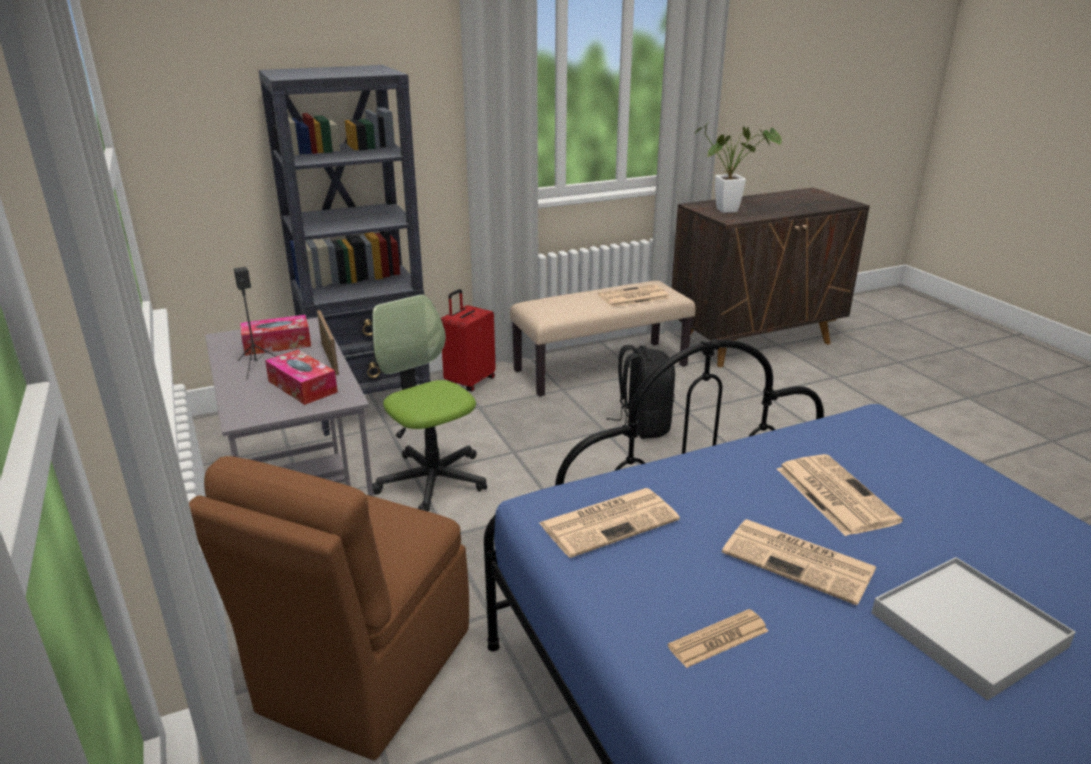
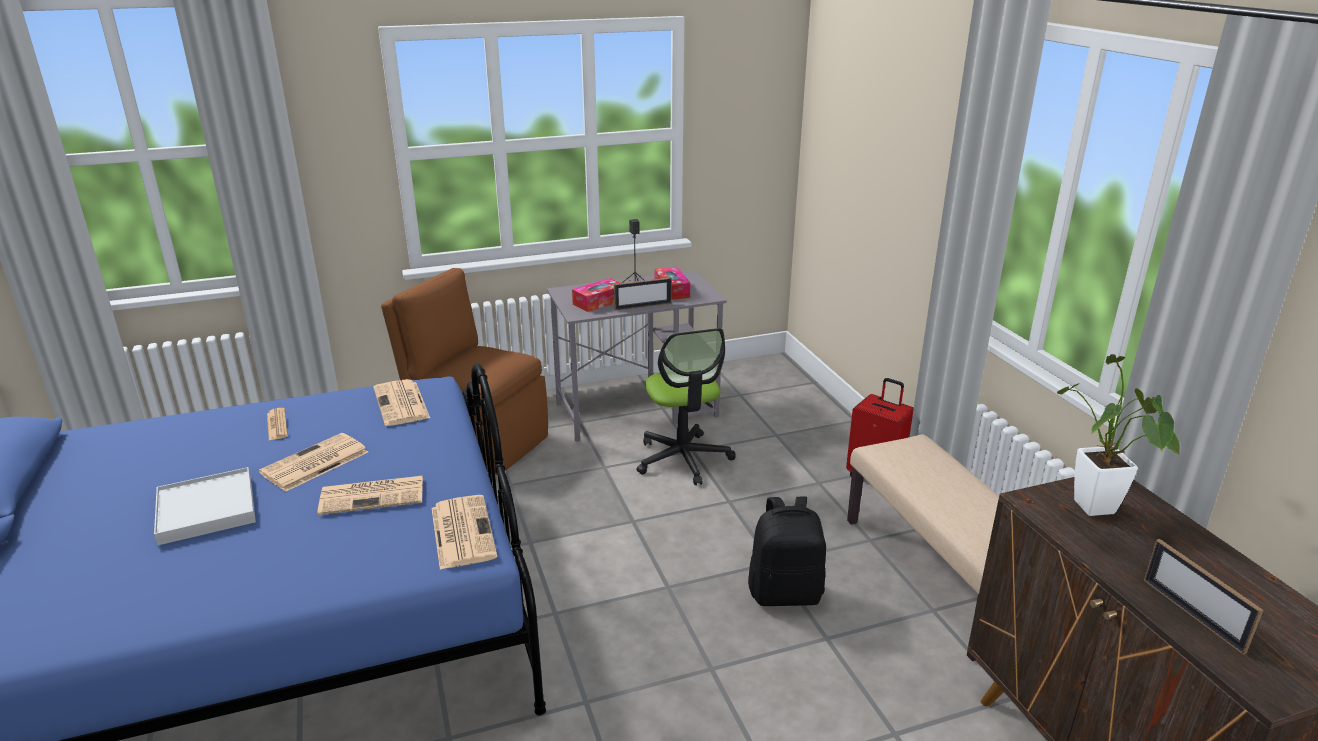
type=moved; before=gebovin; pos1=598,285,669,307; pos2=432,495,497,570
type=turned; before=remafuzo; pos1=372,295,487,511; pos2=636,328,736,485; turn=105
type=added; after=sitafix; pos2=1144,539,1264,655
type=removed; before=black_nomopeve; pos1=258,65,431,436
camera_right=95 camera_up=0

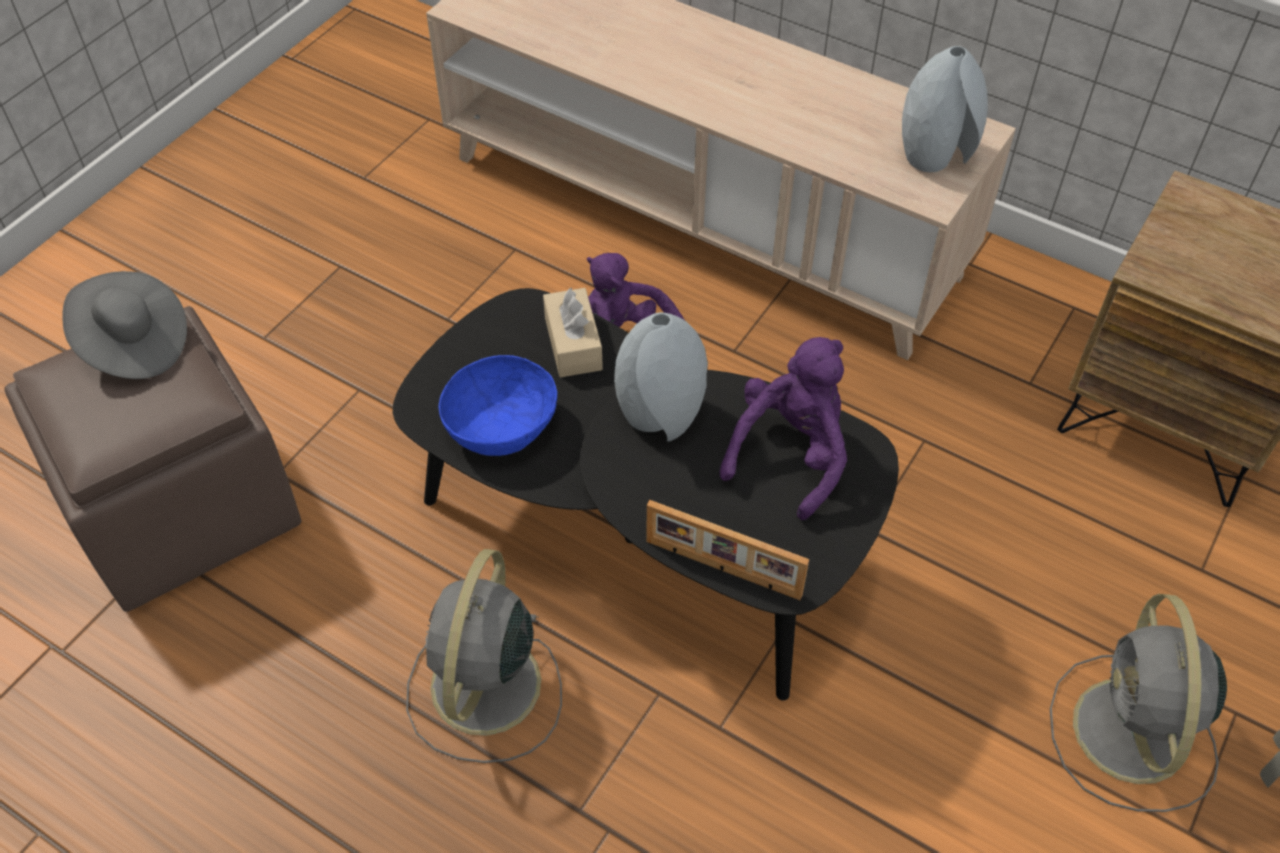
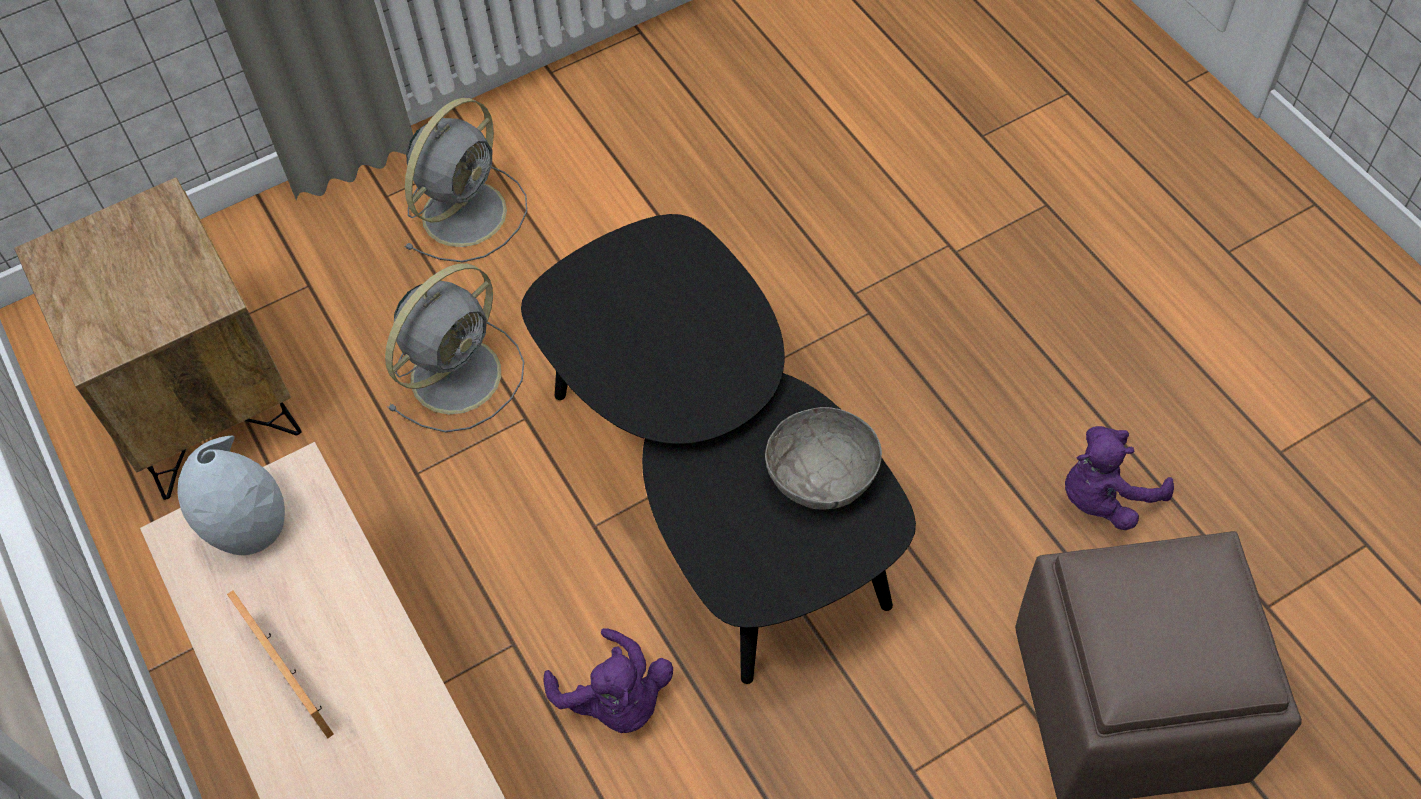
type=moved; before=sitafix; pos1=646,500,809,600; pos2=227,590,334,738
type=moved; before=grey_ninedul; pos1=406,549,562,763; pos2=385,263,524,432
type=recoloured; before=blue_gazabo; after=grey_gazabo; pos1=438,355,557,456; pos2=765,407,882,510
type=moved; before=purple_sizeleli; pos1=720,337,847,520; pos2=1065,426,1174,530
type=removed; before=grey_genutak; pos1=62,271,187,379
type=removed; before=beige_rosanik; pos1=543,288,603,377
type=removed; before=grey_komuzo; pos1=614,312,708,442
camera_right=-150 camera_up=5

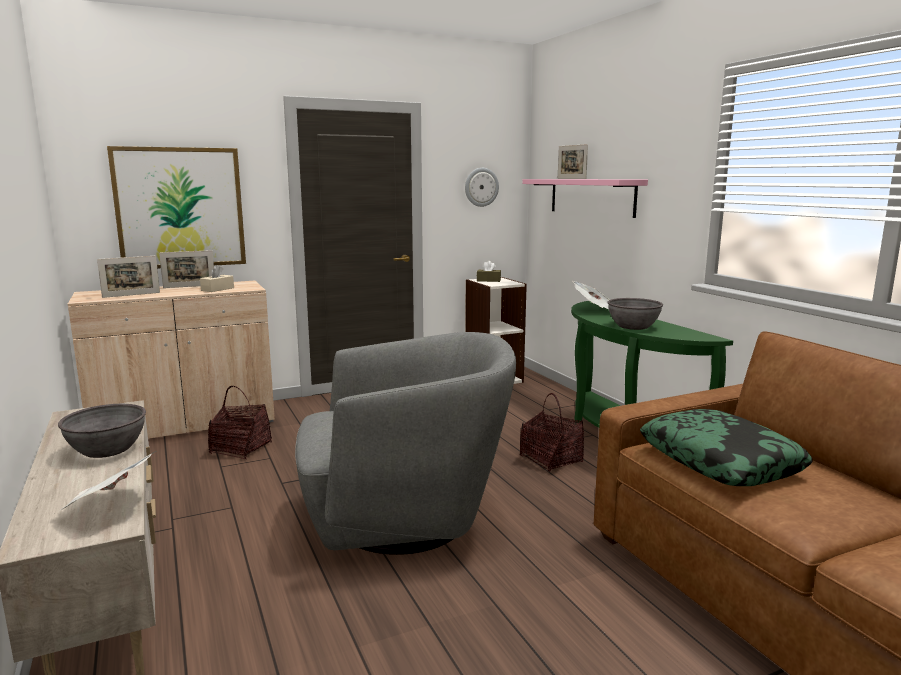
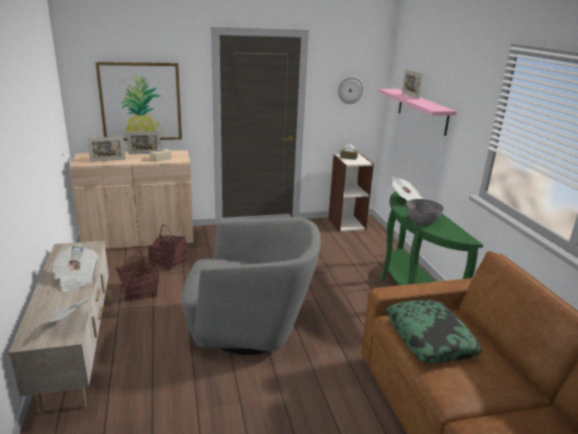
type=replaced; before=grey_gazabo; after=gebovin; pos1=58,404,146,458; pos2=52,245,99,292
type=moved; before=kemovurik; pos1=520,393,584,472; pos2=116,250,159,302
camera_right=10 camera_up=10

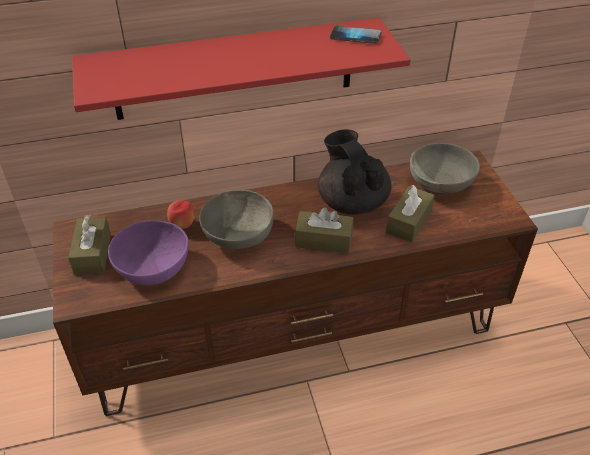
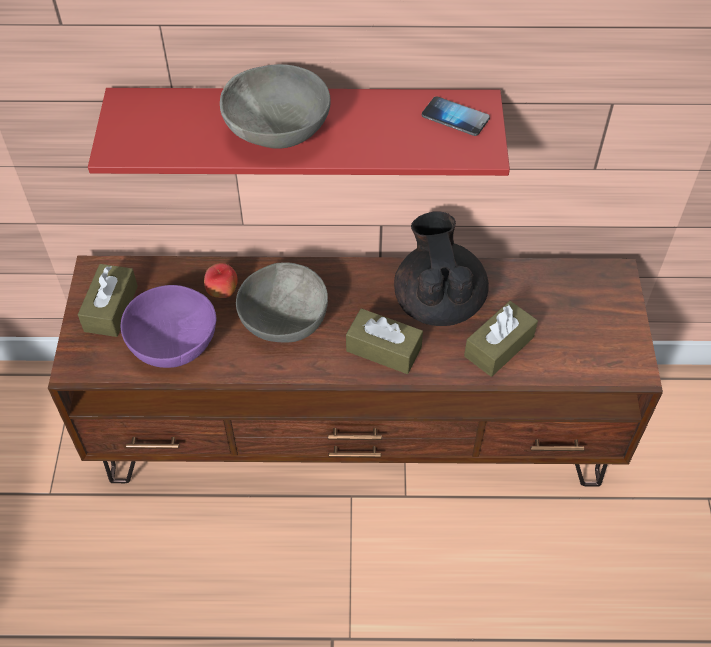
type=moved; before=grey_gazabo; pos1=410,143,480,193; pos2=220,64,331,148
camera_right=15 camera_up=10

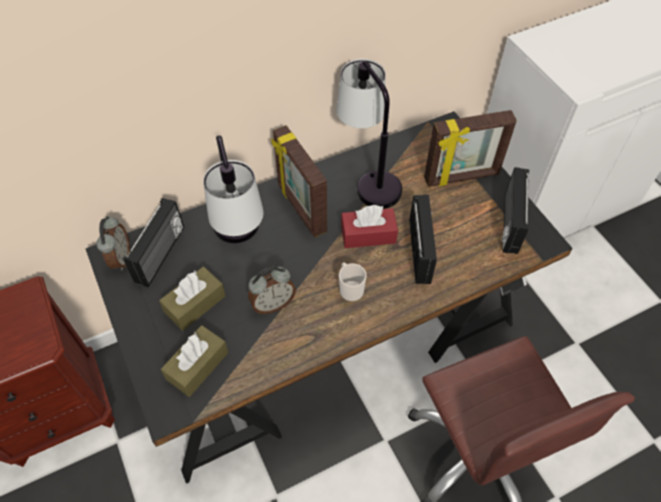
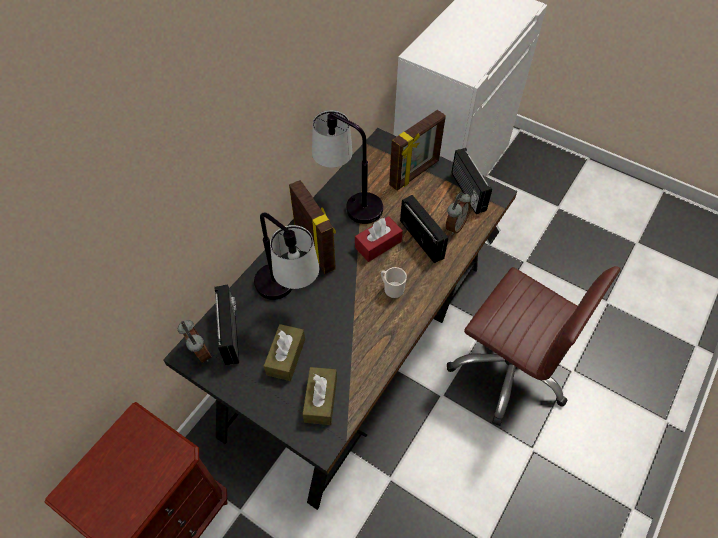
type=turned; before=sitafix; pos1=271,125,327,237; pos2=289,180,336,274; turn=-150
type=moved; before=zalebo; pos1=248,267,296,314; pos2=446,192,471,235
camera_right=-30 camera_up=0

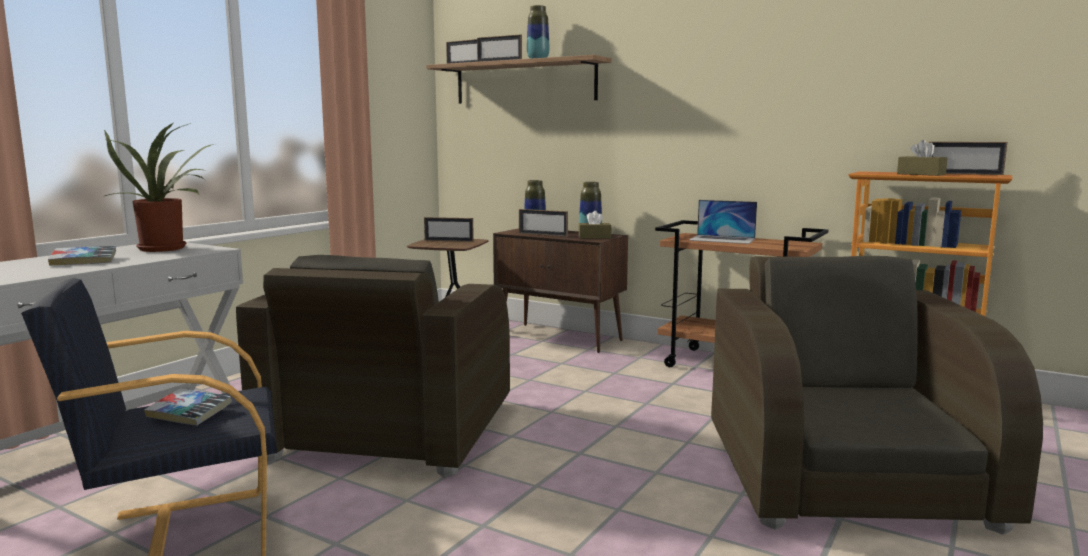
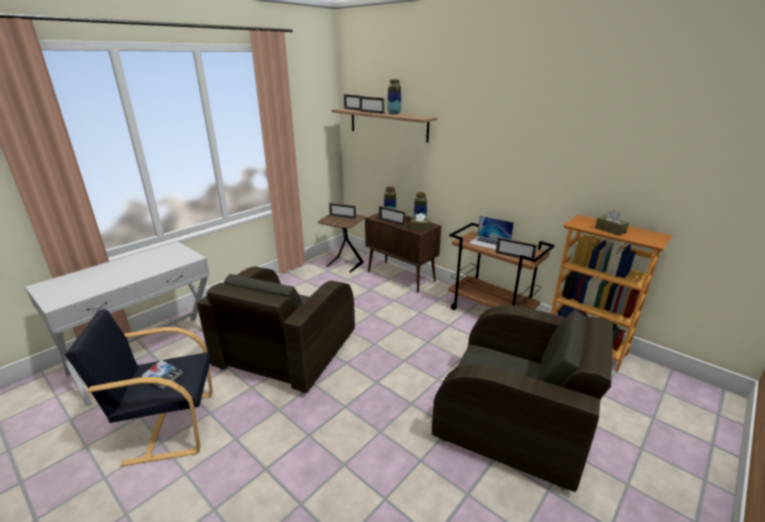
type=turned; before=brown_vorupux; pos1=711,256,1043,535; pos2=432,305,613,492; turn=105
type=moved; before=sitafix; pos1=929,142,1007,175; pos2=496,237,537,261
type=removed; before=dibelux; pos1=48,246,116,266
type=removed; before=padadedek; pos1=102,123,214,252
camera_right=10 camera_up=15

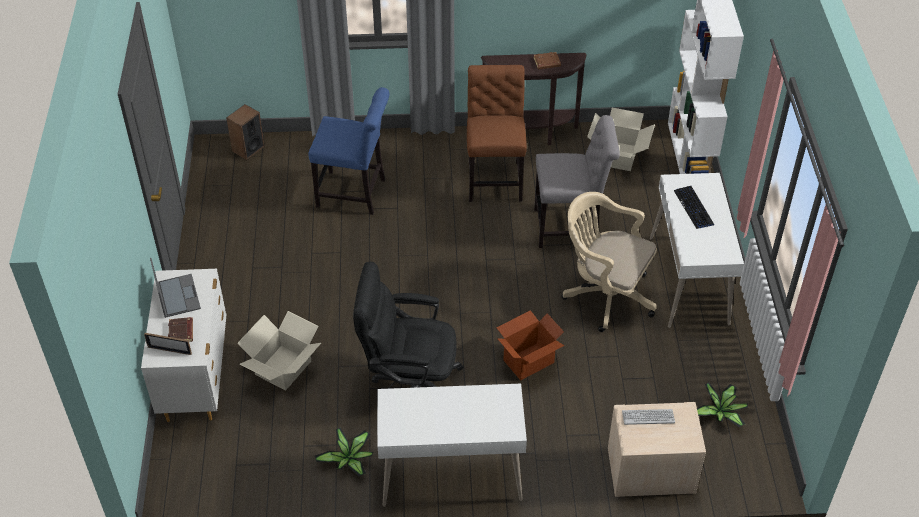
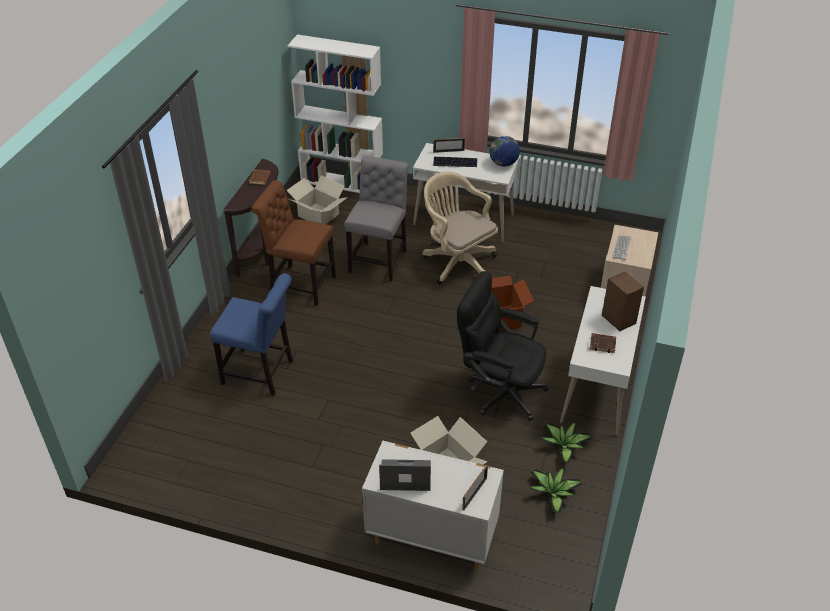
type=turned; before=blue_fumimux; pos1=308,87,389,215; pos2=210,273,293,396; turn=75
type=turned; before=beige_remafuzo; pos1=561,192,657,332; pos2=423,172,498,284; turn=90
type=added; after=sitafix; pos2=433,138,465,153
type=turned; before=black_remafuzo; pos1=353,262,464,389; pos2=457,271,549,421; turn=90
type=added; after=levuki; pos2=490,136,520,167
type=moved; before=padadedek; pos1=697,383,748,427; pos2=530,468,581,512
type=moved; before=brown_dibelux; pos1=168,317,193,342; pos2=590,333,616,353
type=moved; before=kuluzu; pos1=226,104,265,160; pos2=602,272,644,331
camera_right=-70 camera_up=-5

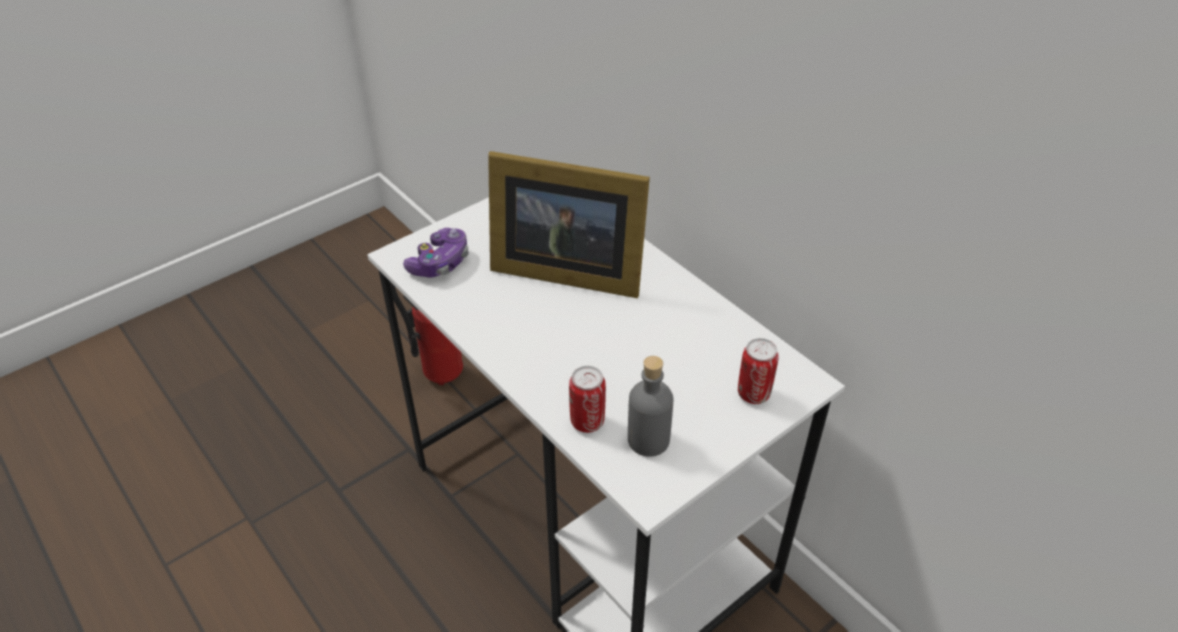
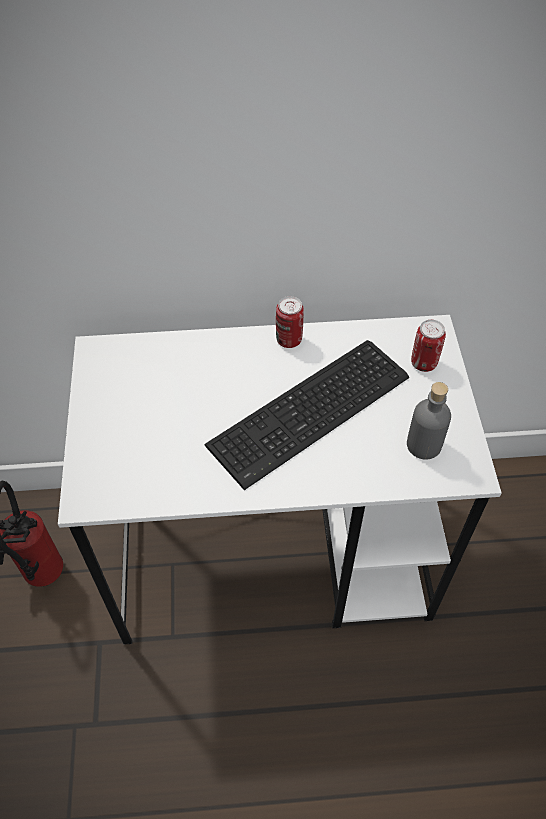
type=added; after=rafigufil; pos2=205,340,409,490
type=moved; before=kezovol; pos1=569,366,606,433; pos2=276,296,304,348
type=removed; before=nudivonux; pos1=403,228,469,278
type=removed; before=sitafix; pos1=488,151,650,298
camera_right=-55 camera_up=10

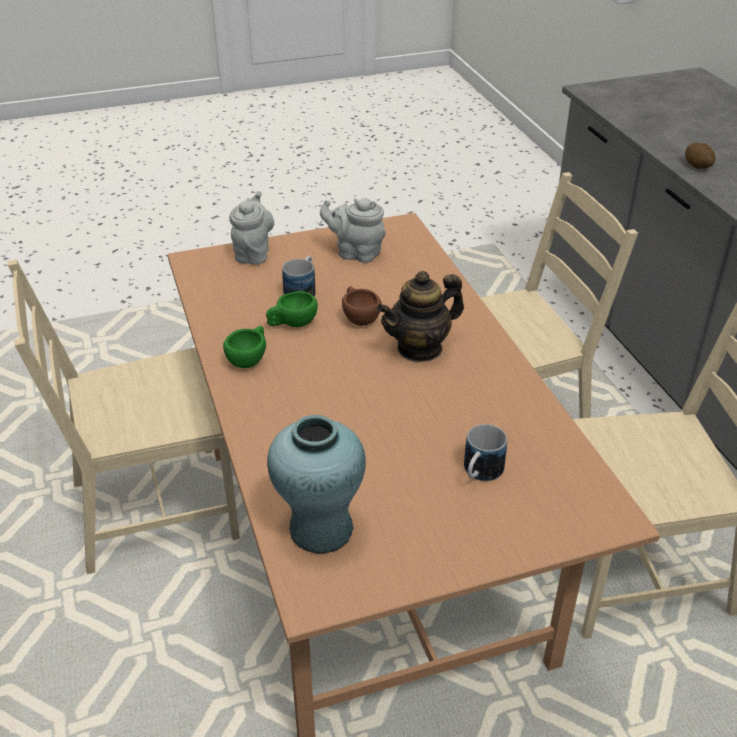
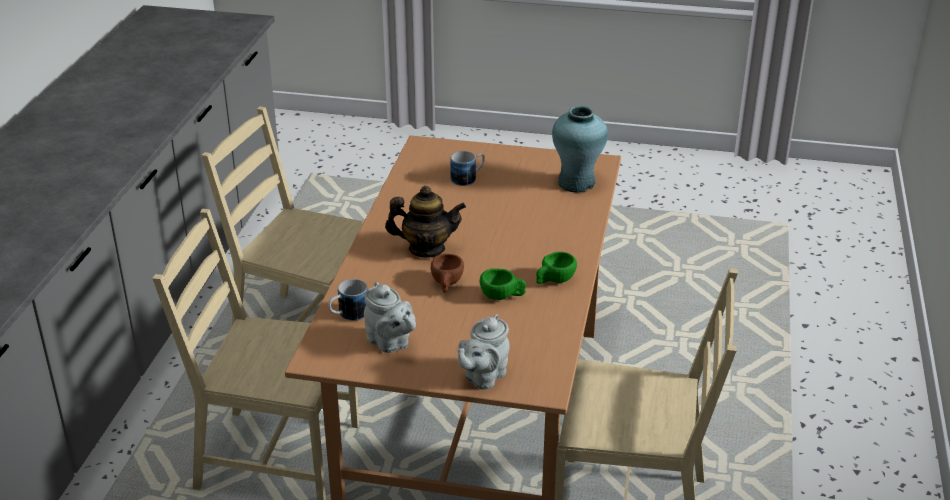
type=moved; before=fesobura; pos1=282,256,316,296; pos2=328,279,368,321
type=removed; before=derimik; pos1=685,143,715,169
camera_right=-150 camera_up=-5

